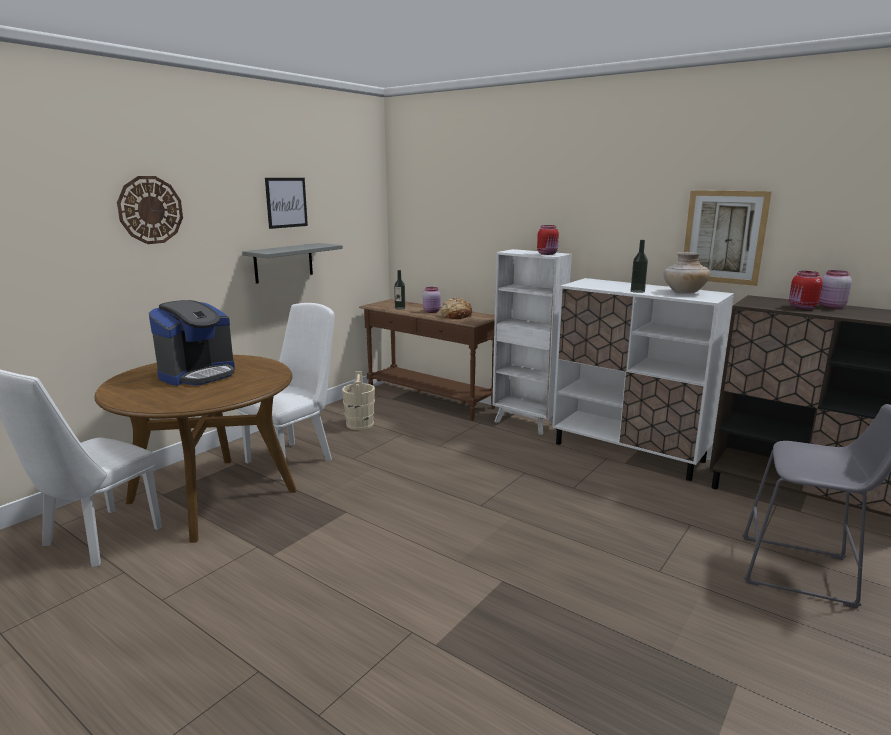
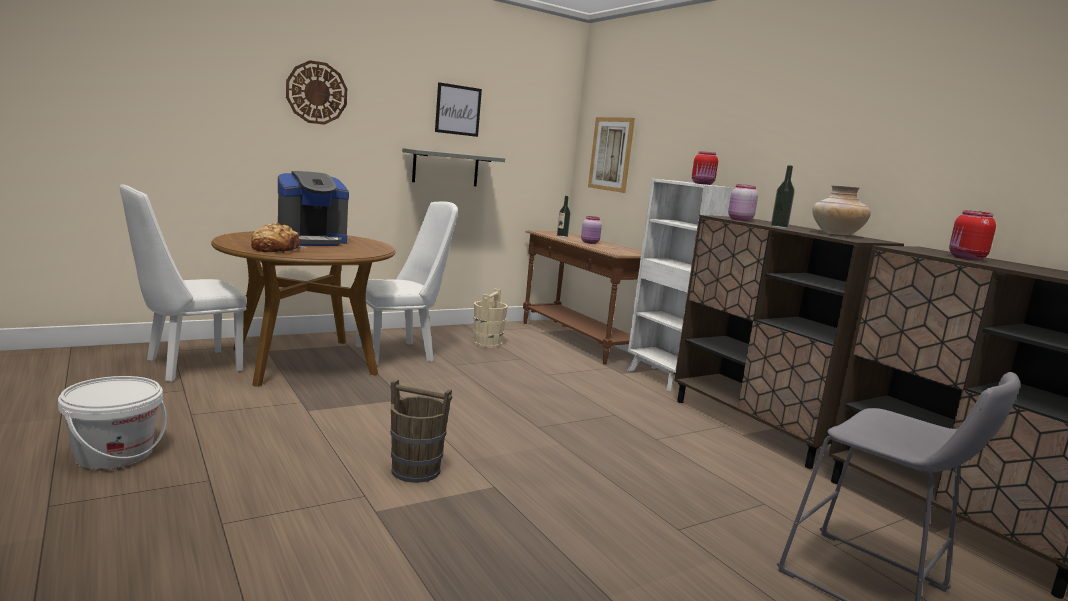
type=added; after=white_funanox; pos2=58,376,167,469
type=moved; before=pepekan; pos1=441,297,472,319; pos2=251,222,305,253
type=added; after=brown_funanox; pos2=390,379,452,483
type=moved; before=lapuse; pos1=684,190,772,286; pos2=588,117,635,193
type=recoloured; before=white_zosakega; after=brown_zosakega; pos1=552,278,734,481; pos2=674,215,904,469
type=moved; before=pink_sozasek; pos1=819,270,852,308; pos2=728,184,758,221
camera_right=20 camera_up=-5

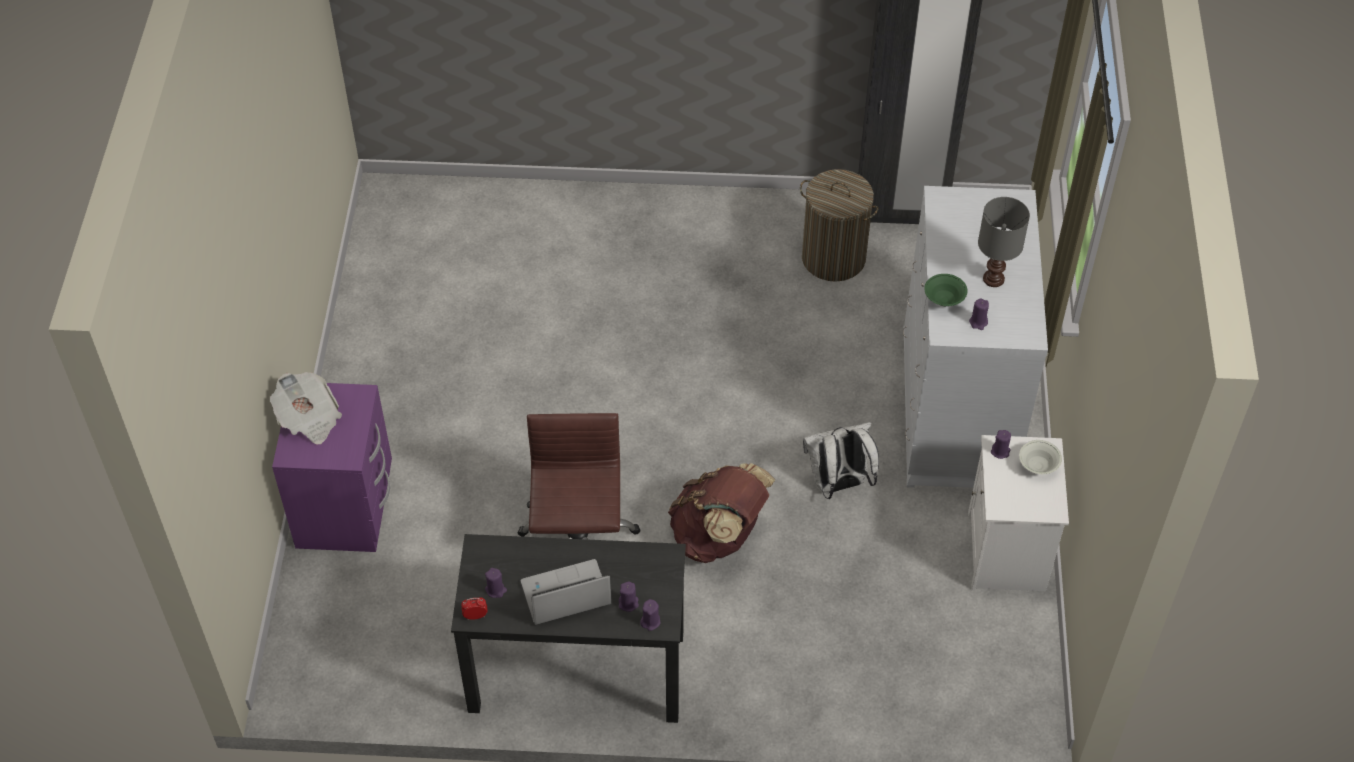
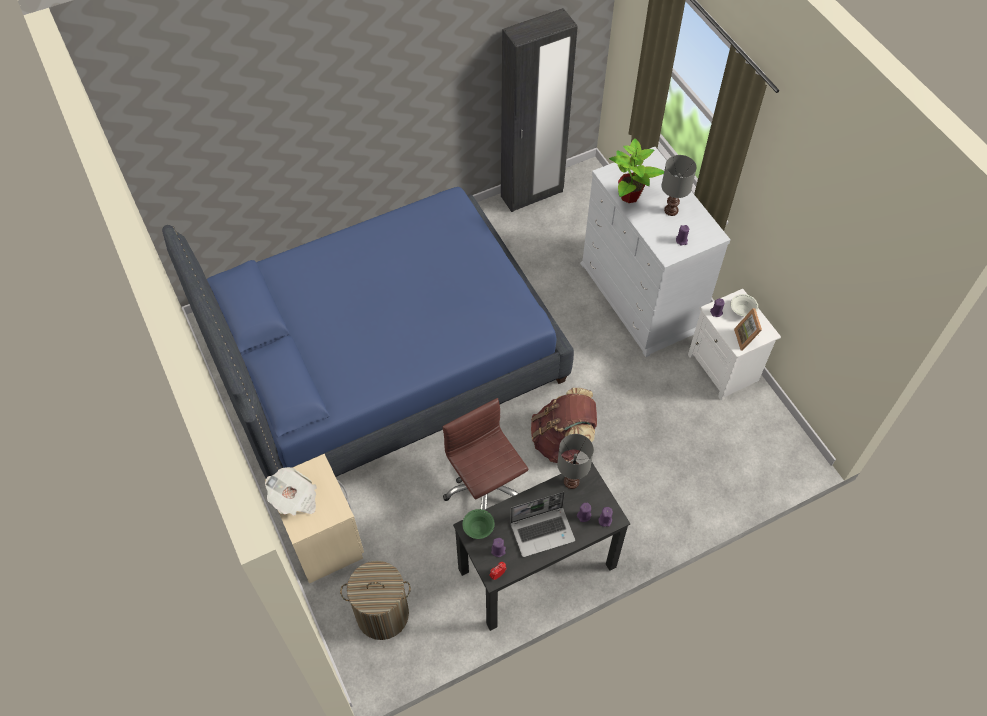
type=added; after=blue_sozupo; pos2=162,187,574,478
type=recoloured; before=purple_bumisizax; after=beige_bumisizax; pos1=272,383,392,552; pos2=265,454,364,584
type=moved; before=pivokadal; pos1=800,169,878,282; pos2=340,561,411,640
type=moved; before=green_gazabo; pos1=924,274,968,306; pos2=462,509,495,539
type=turned; before=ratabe; pos1=521,559,612,625; pos2=510,492,575,557; turn=-150
type=added; after=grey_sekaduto; pos2=557,434,594,489
type=added; after=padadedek; pos2=609,138,664,203
type=added; after=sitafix; pos2=734,308,762,350
type=removed; before=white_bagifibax; pos1=803,422,879,499
camera_right=-30 camera_up=5

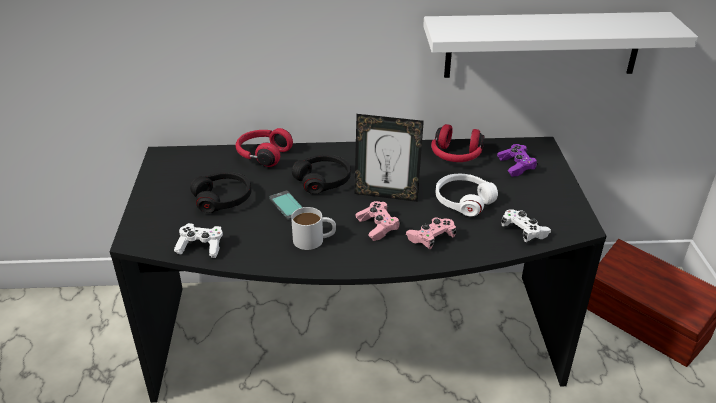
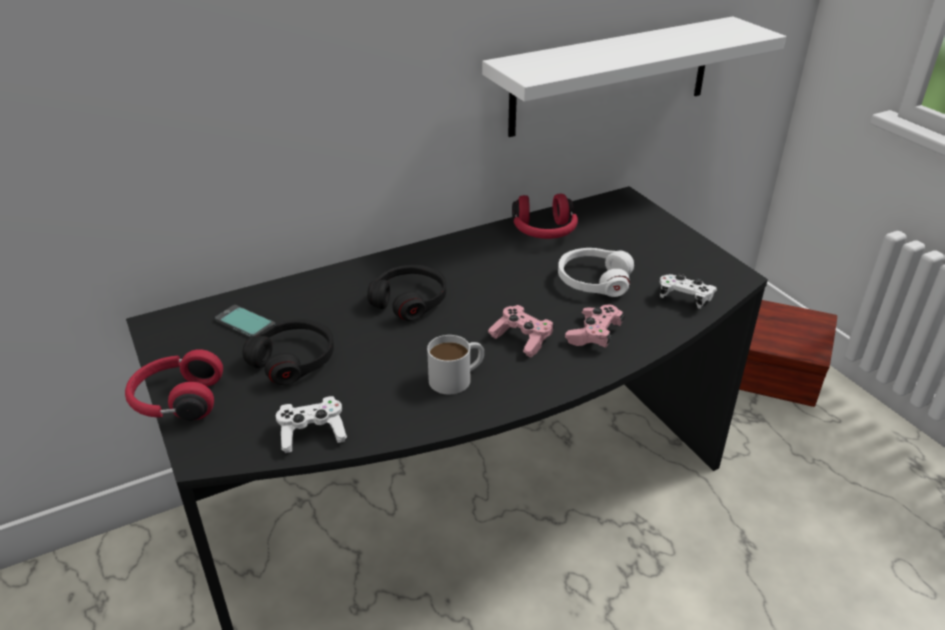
type=moved; before=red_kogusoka; pos1=236,128,293,167; pos2=125,349,223,421
type=moved; before=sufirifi; pos1=269,191,303,220; pos2=215,305,275,337
type=removed; before=sitafix; pos1=354,114,424,202
type=removed; before=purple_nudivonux; pos1=497,144,538,177
camera_right=-25 camera_up=0

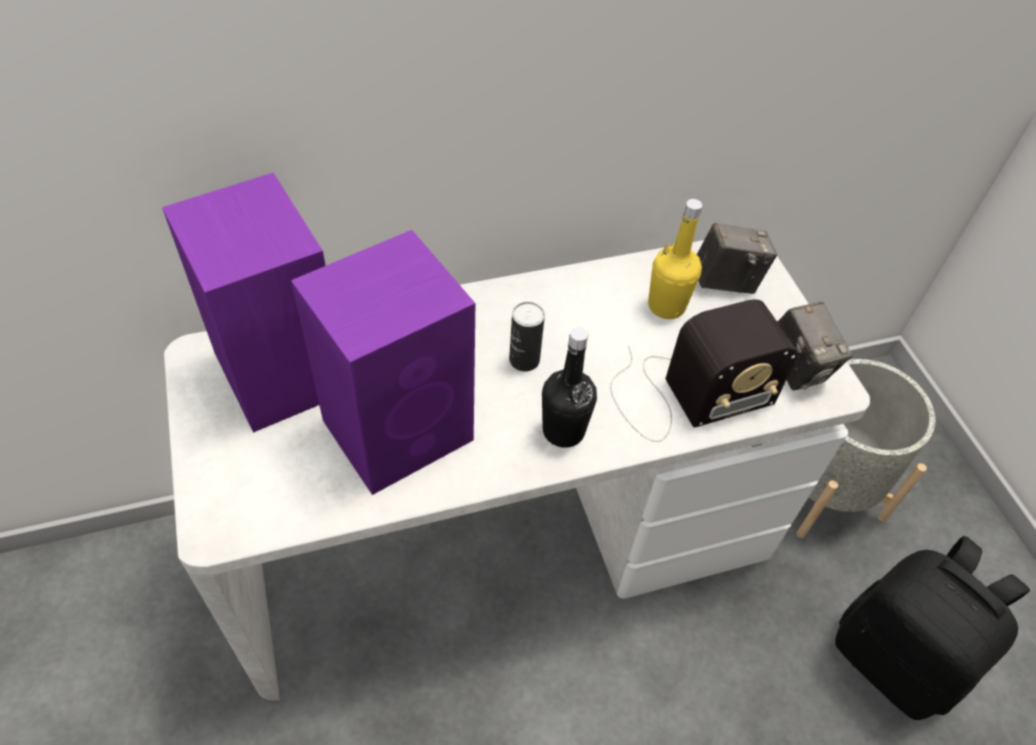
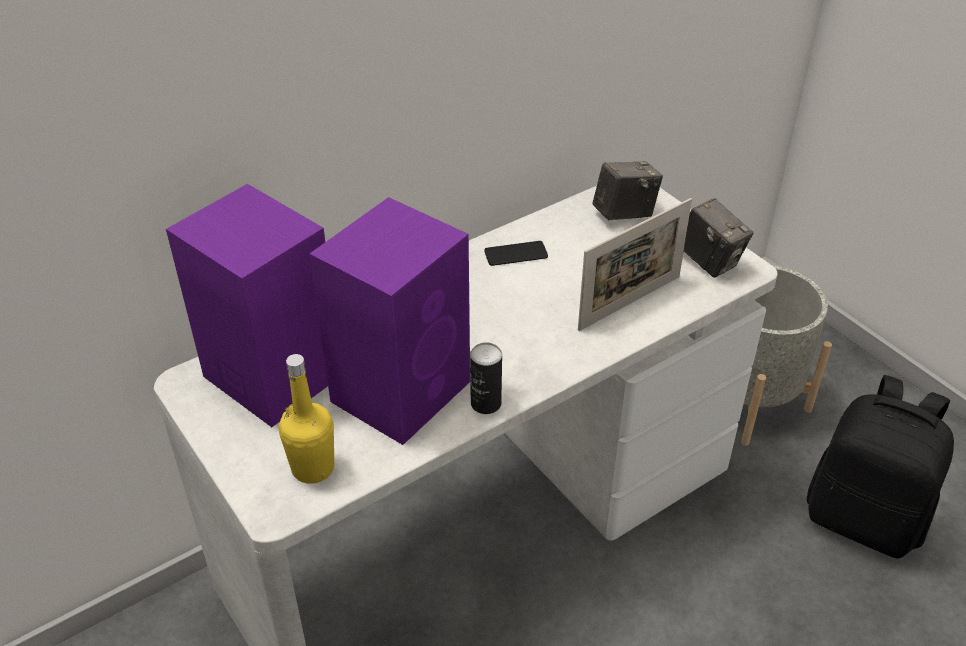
type=moved; before=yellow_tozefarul; pos1=648,199,702,319; pos2=278,354,334,484
type=moved; before=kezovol; pos1=509,302,545,371; pos2=470,342,502,414
type=added; after=sufirifi; pos2=484,241,548,266
type=replaced; before=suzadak; after=sitafix; pos1=610,299,798,442; pos2=578,198,692,331
type=removed; before=black_tozefarul; pos1=542,327,597,448
camera_right=-15 camera_up=-10

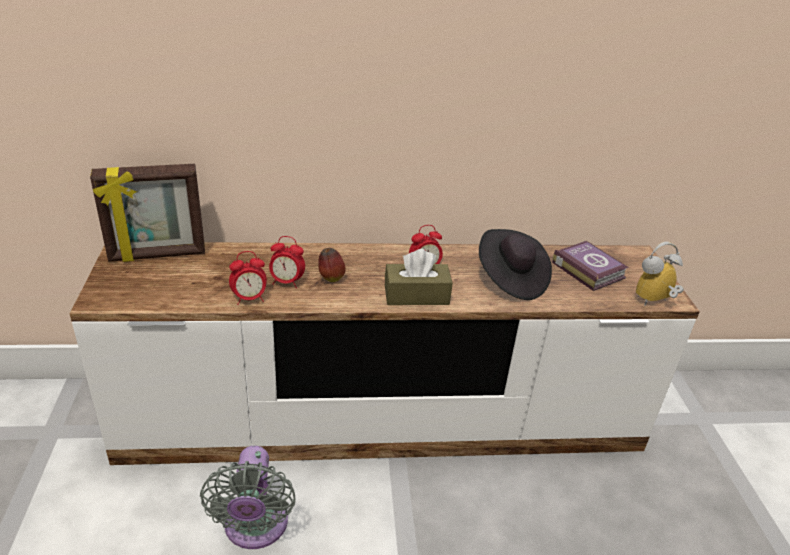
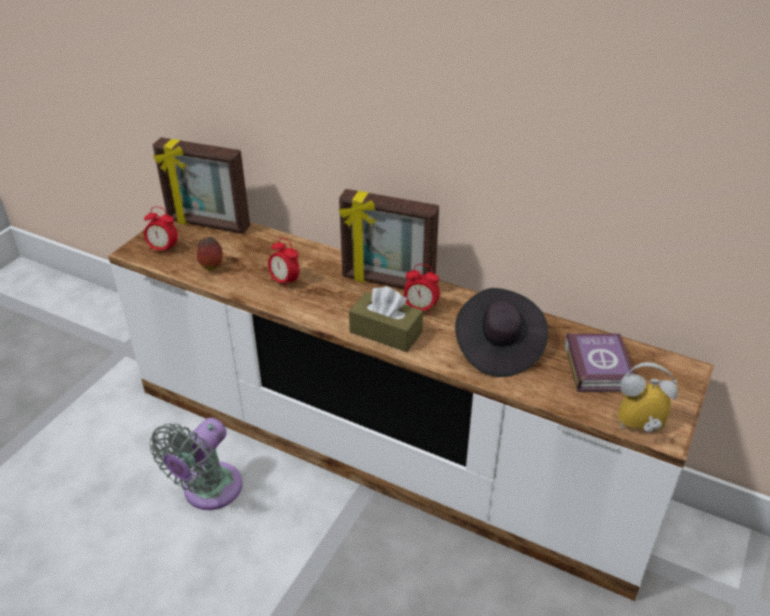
type=moved; before=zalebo; pos1=229,251,267,305; pos2=144,207,178,255
type=moved; before=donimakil; pos1=318,248,346,282; pos2=197,237,222,271
type=added; after=sitafix; pos2=339,189,439,289
camera_right=35 camera_up=5

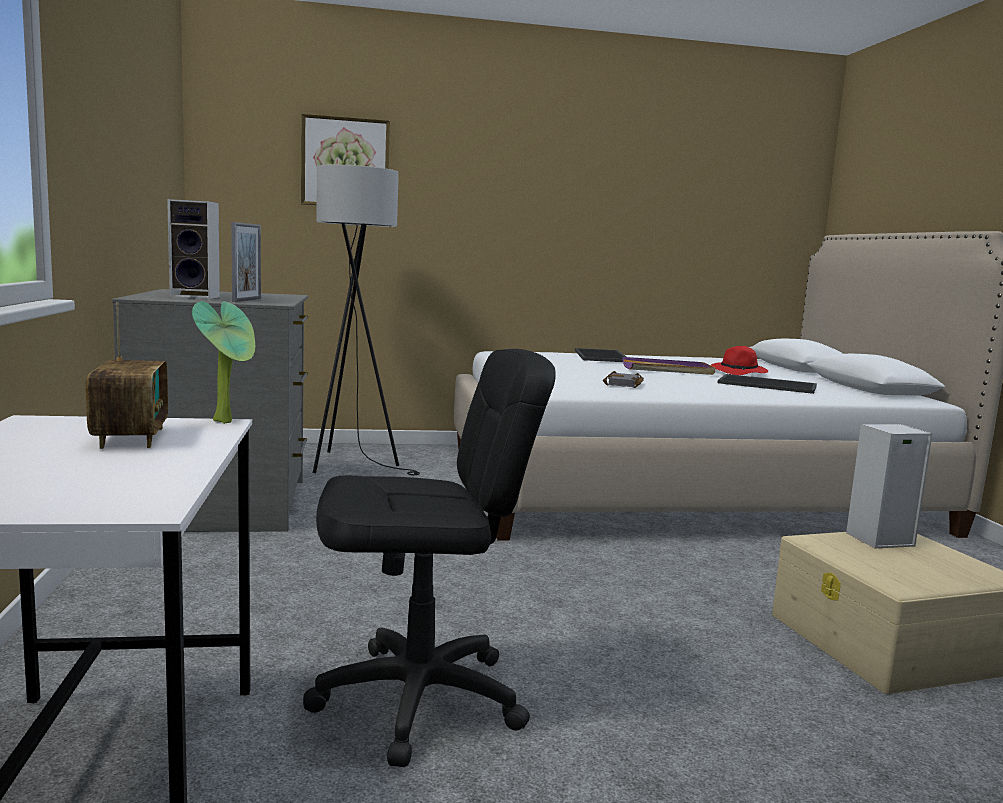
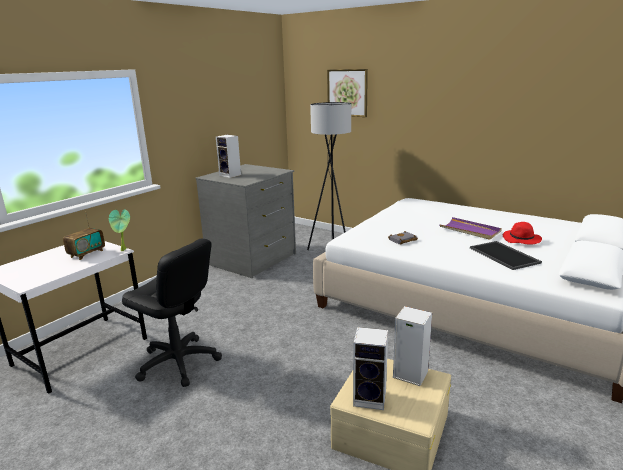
type=added; after=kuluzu; pos2=353,327,388,410
type=removed; before=sitafix; pos1=231,222,261,302
type=removed; before=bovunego; pos1=575,348,626,362
camera_right=45 camera_up=10

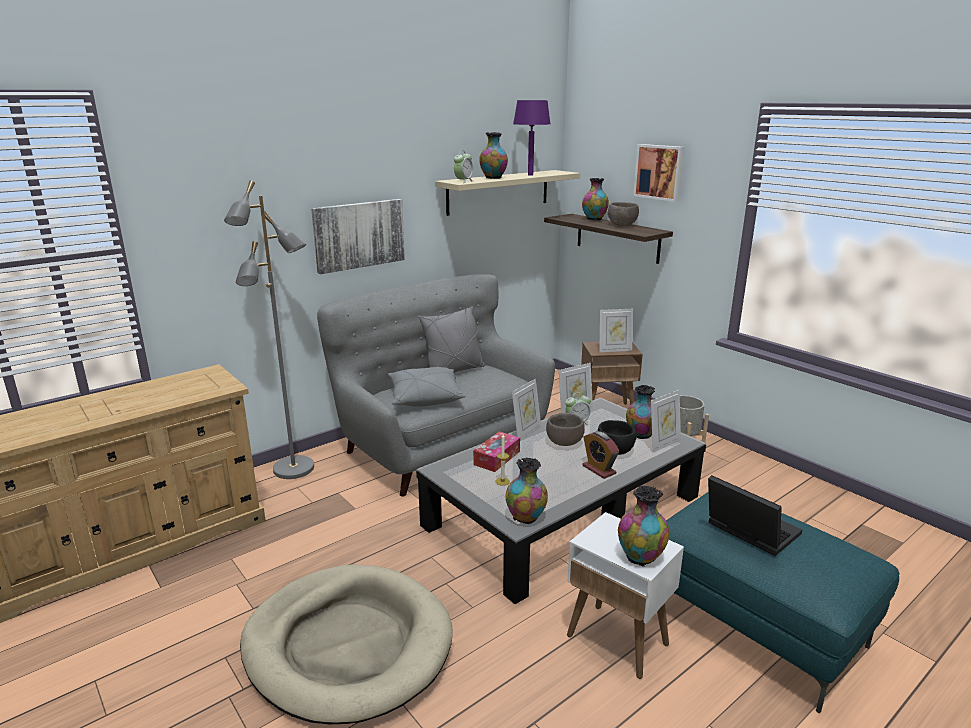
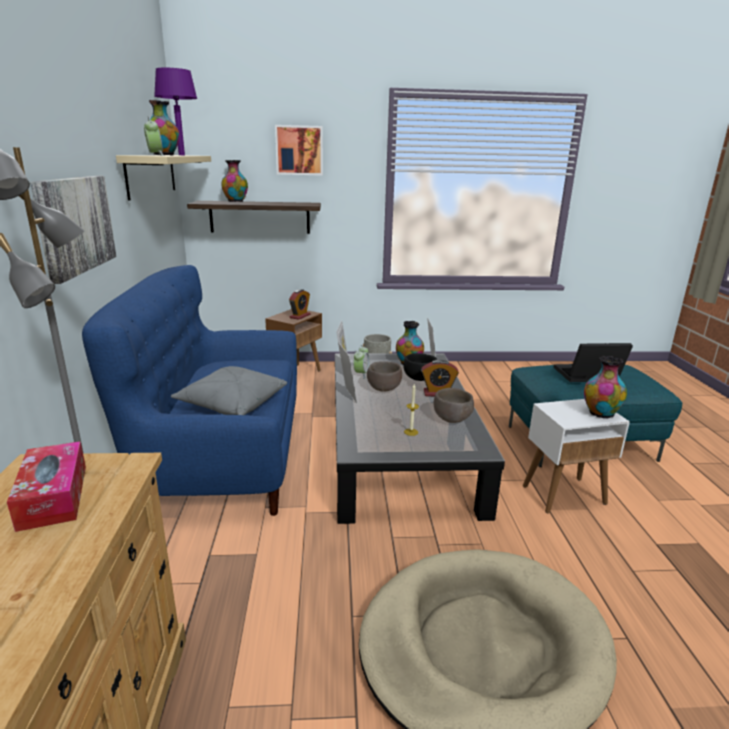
type=moved; before=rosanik; pos1=473,431,520,472; pos2=7,441,86,532
type=recoloured; before=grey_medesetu; after=blue_medesetu; pos1=317,274,555,497; pos2=82,265,297,516
type=replaced; before=sitafix; after=zalebo; pos1=599,309,633,352; pos2=289,289,311,320
type=moved; before=brown_gazabo; pos1=608,202,639,226; pos2=433,388,474,423
type=removed; before=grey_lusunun; pos1=419,306,485,373
type=removed; before=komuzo; pos1=506,457,548,524
camera_right=-55 camera_up=0

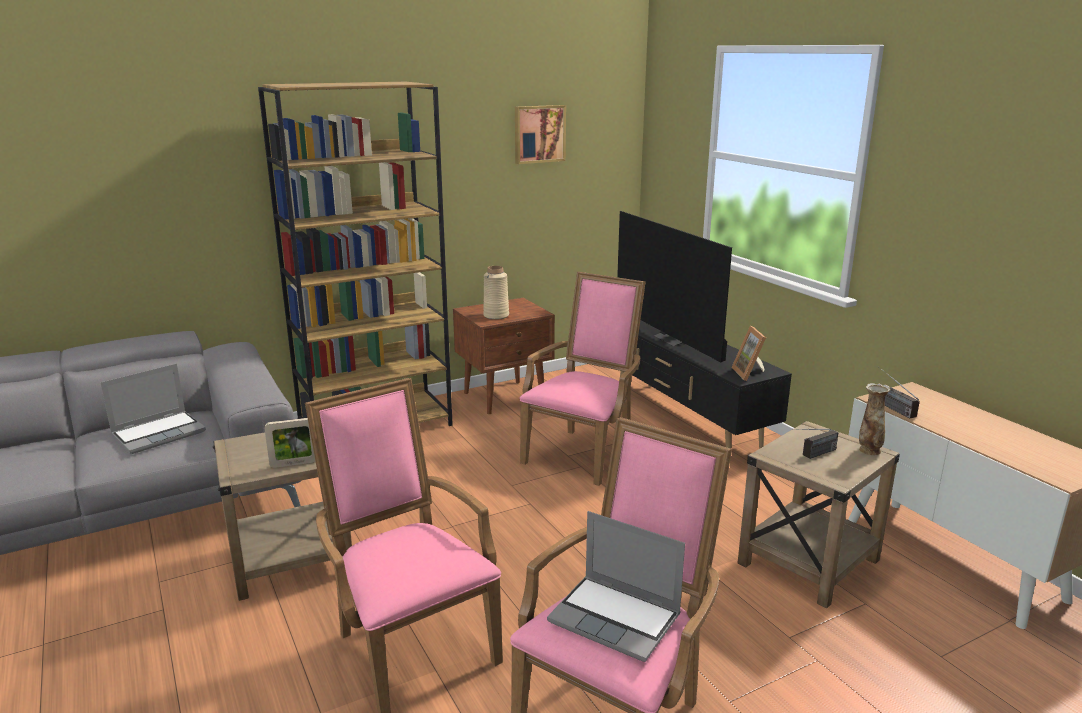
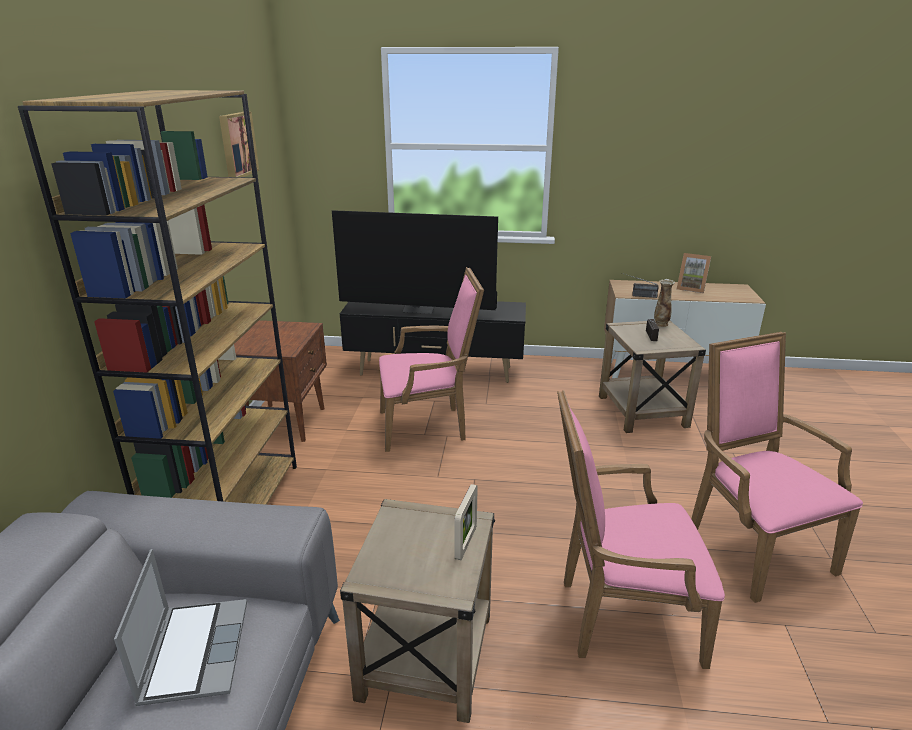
type=turned; before=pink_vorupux; pos1=520,272,645,486; pos2=379,267,484,452; turn=105
type=moved; before=sitafix; pos1=731,326,766,381; pos2=677,253,712,293
type=removed; before=beige_komuzo; pos1=483,266,509,320
type=removed; before=ratabe; pos1=547,511,685,662
camera_right=-55 camera_up=5

